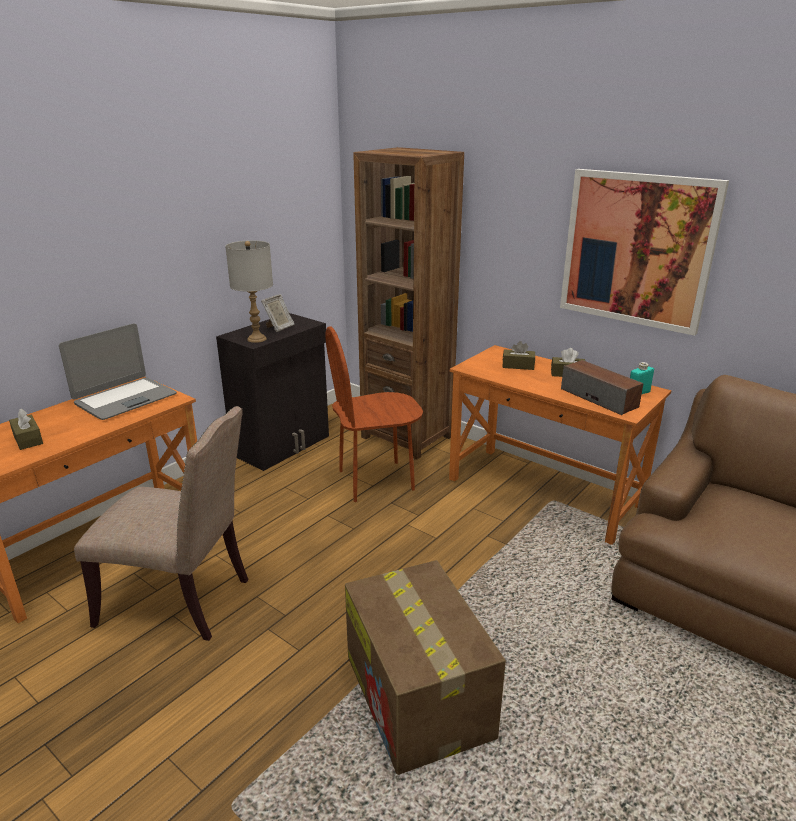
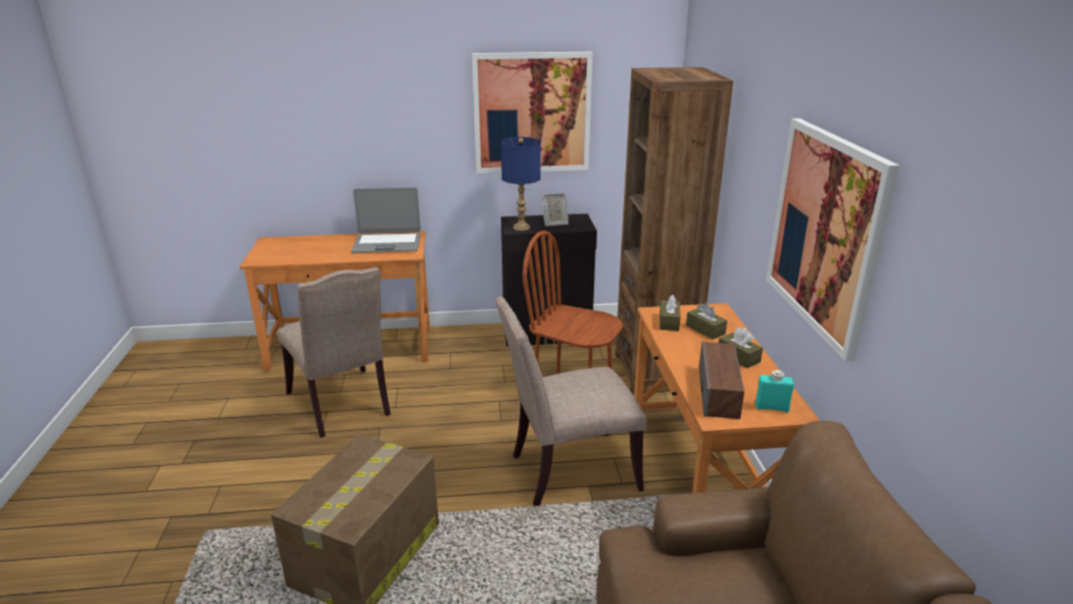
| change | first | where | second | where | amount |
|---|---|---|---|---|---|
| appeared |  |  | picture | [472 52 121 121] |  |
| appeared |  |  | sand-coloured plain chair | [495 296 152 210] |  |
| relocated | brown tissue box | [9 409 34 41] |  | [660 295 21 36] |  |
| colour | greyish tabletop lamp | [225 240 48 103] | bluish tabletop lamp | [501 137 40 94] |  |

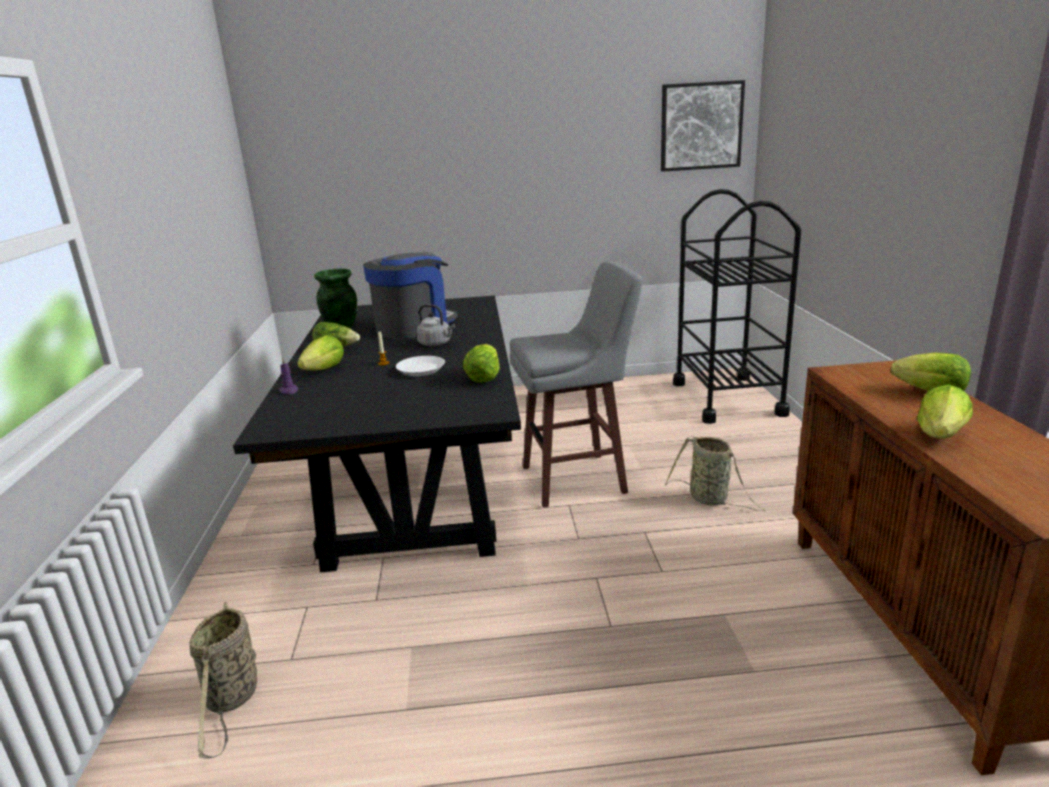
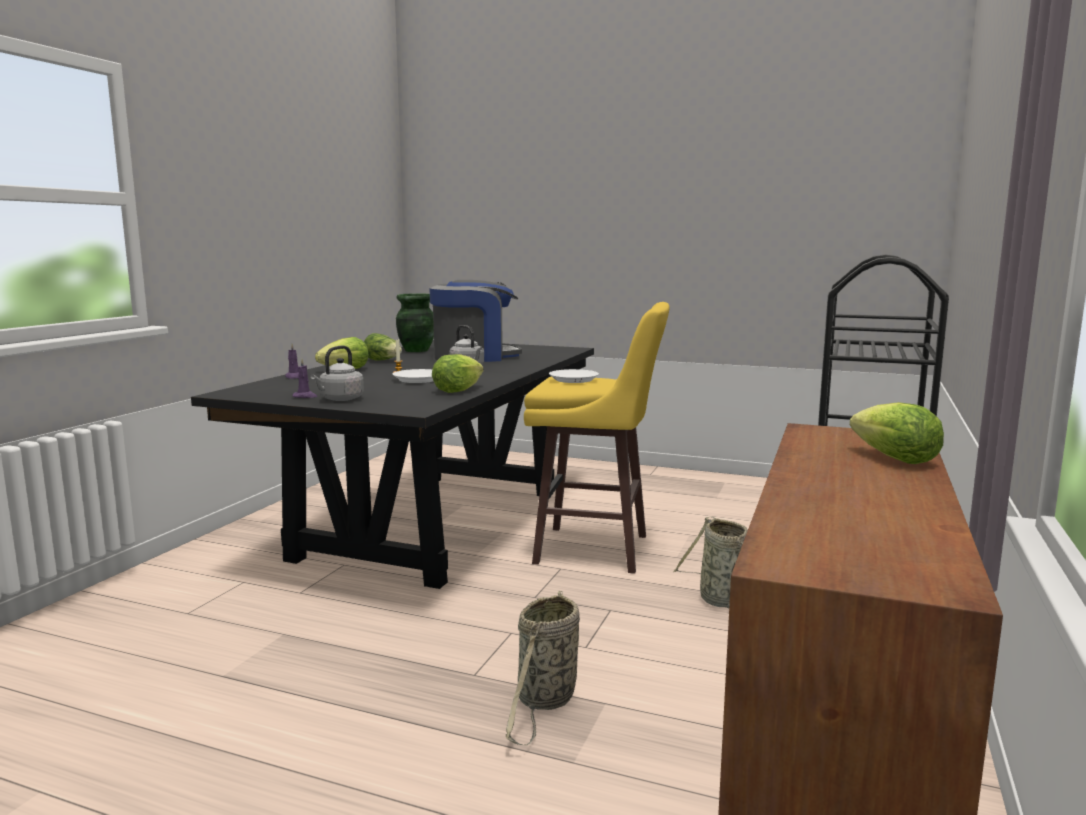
| change | first | where | second | where | amount |
|---|---|---|---|---|---|
| missing | picture | [661 80 84 92] |  |  |  |
| missing | head of lettuce | [918 385 55 54] |  |  |  |
| appeared |  |  | purple wax candle | [293 359 24 39] |  |
| appeared |  |  | greyish tea kettle | [311 345 53 56] |  |
| appeared |  |  | white flat dish | [549 369 50 14] |  |
| relocated | household basket | [190 602 67 157] |  | [506 591 74 155] |  |
| colour | greyish stool seat | [510 260 133 248] | yellowish stool seat | [524 302 145 272] |  |

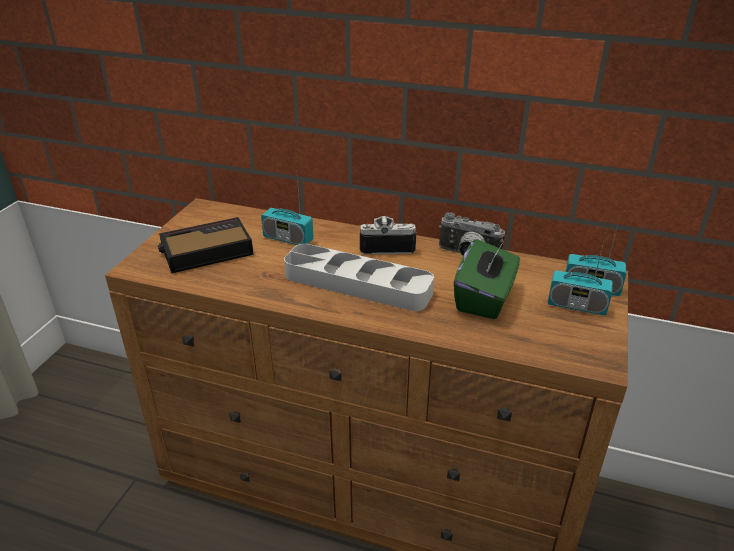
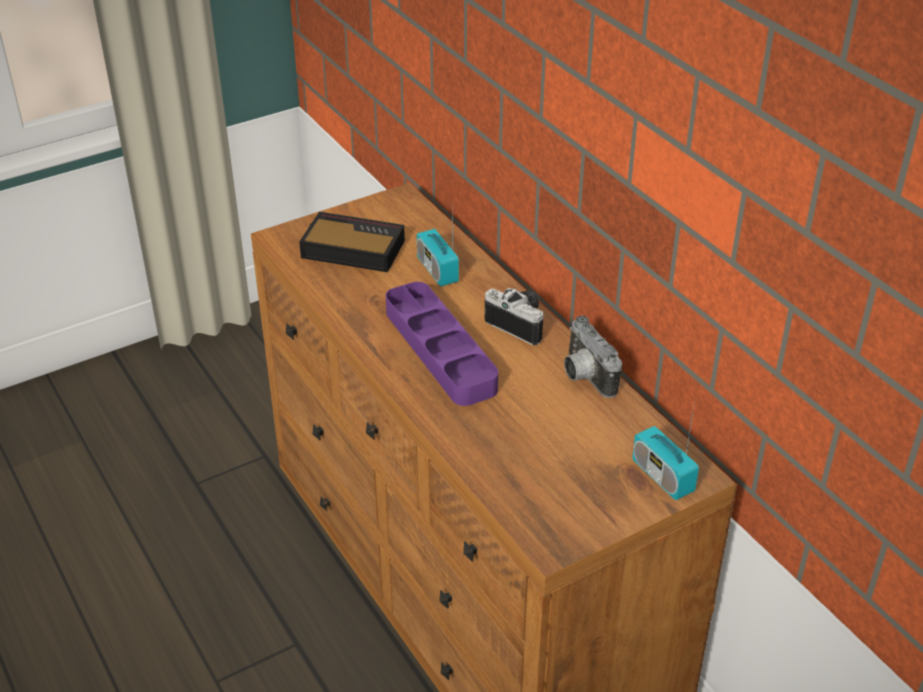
| change | first | where | second | where | amount |
|---|---|---|---|---|---|
| missing | green tissue box | [454 239 66 80] |  |  |  |
| missing | radio | [548 229 65 86] |  |  |  |
| colour | greyish carrying tray | [284 244 150 67] | purple carrying tray | [386 282 112 124] |  |

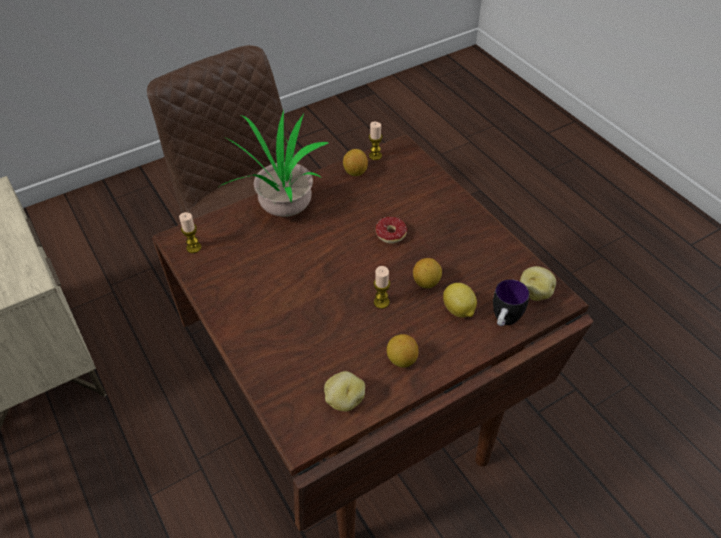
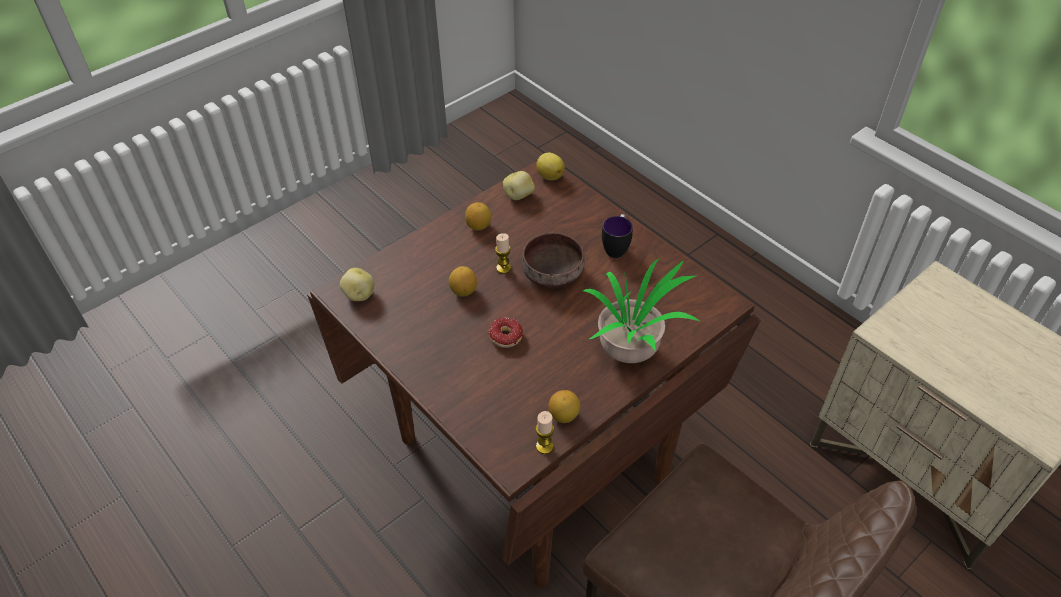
| change | first | where | second | where | amount |
|---|---|---|---|---|---|
| missing | wax candle | [179 212 22 41] |  |  |  |
| appeared |  |  | brown bowl | [522 233 63 55] |  |
| relocated | citrus fruit | [443 283 34 35] |  | [536 153 29 27] |  |
| relocated | mug | [493 279 37 47] |  | [602 214 31 44] |  |

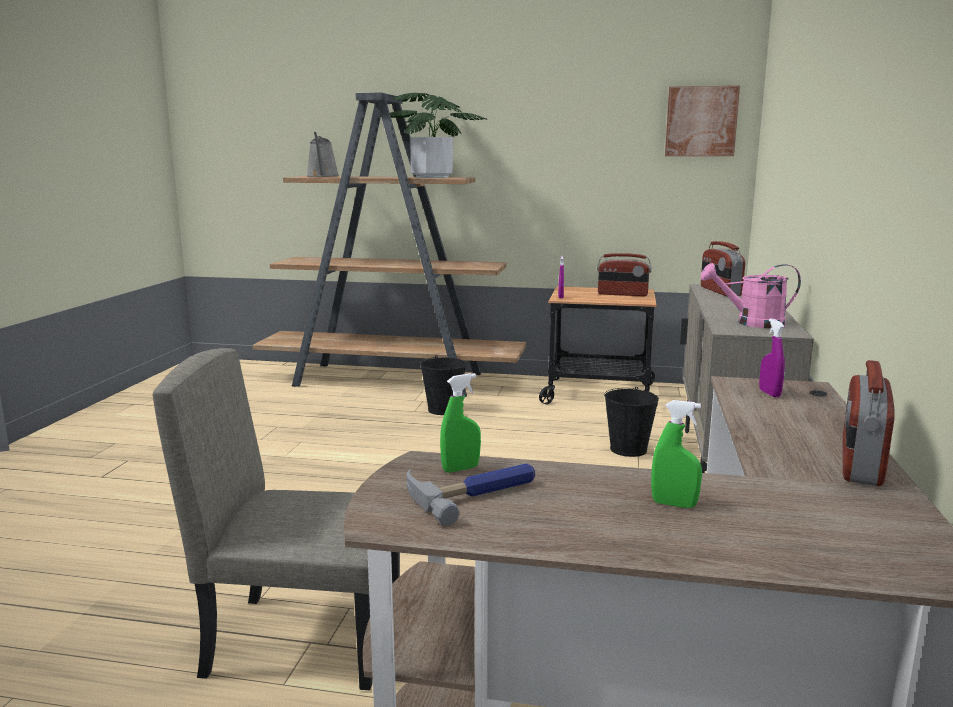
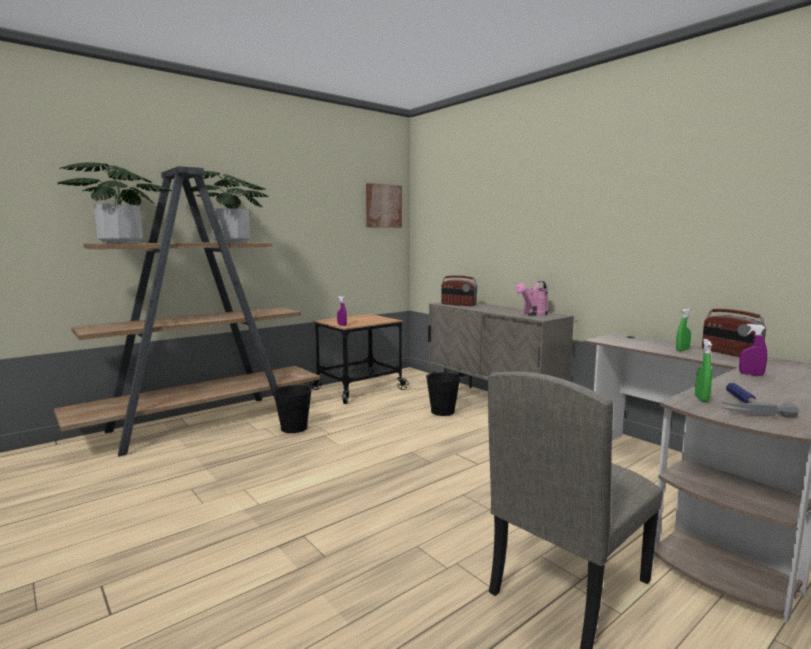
| change | first | where | second | where | amount |
|---|---|---|---|---|---|
| missing | radio | [597 253 54 43] |  |  |  |
| relocated | green sprayer | [651 400 51 108] |  | [676 308 16 43] |  |
| relocated | purple sprayer | [759 318 26 79] |  | [739 324 28 52] |  |
| exchanged | greyish watering pot | [307 132 32 45] | potted plant | [57 162 115 81] |  |

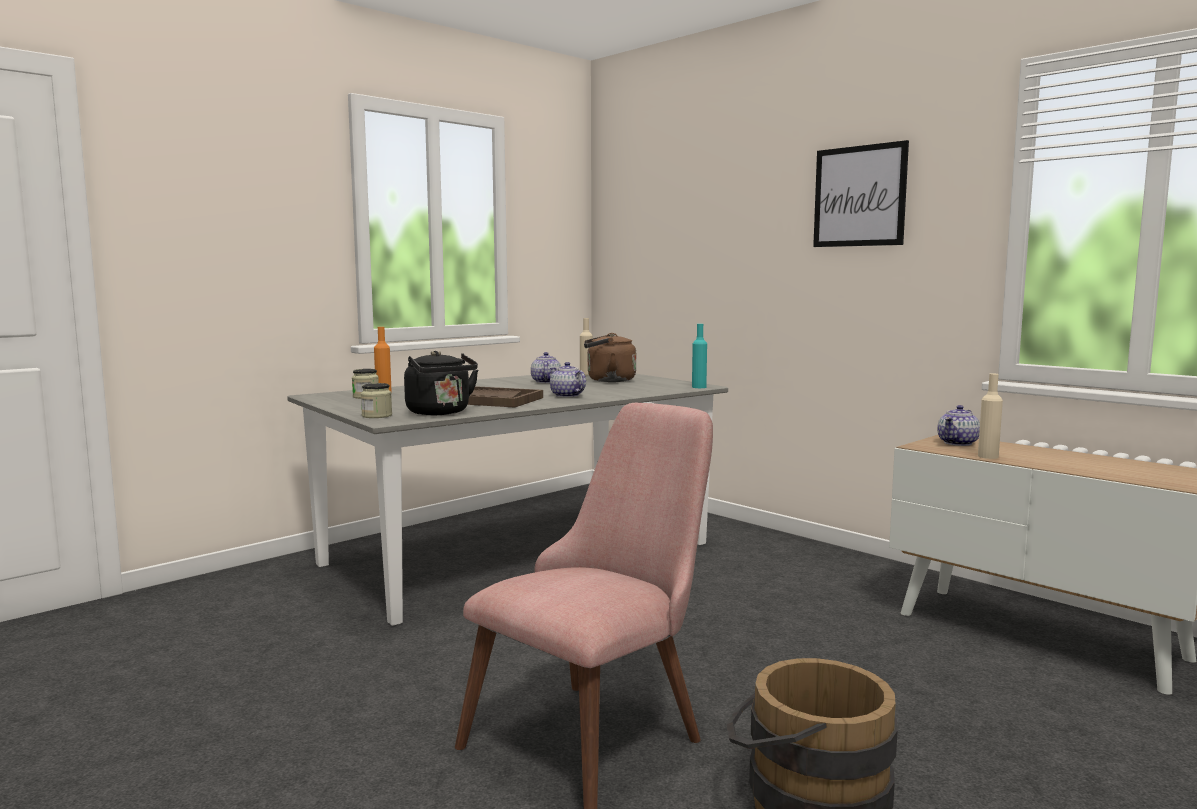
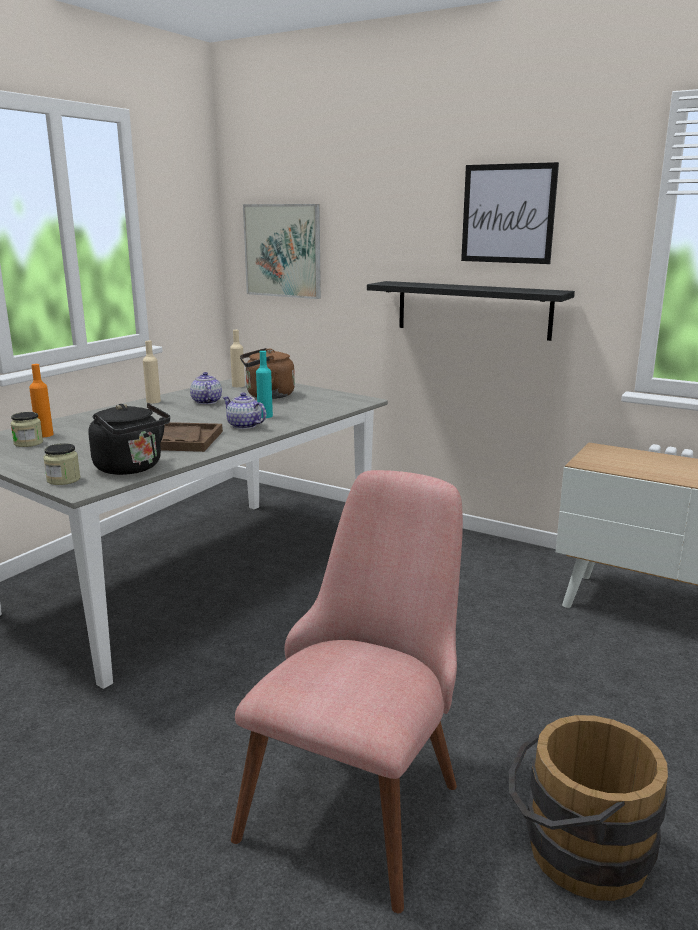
| change | first | where | second | where | amount |
|---|---|---|---|---|---|
| missing | teapot | [937 405 43 41] |  |  |  |
| appeared |  |  | picture | [243 204 78 95] |  |
| appeared |  |  | black-coloured wall shelf | [367 281 208 60] |  |
| relocated | turquoise beverage bottle | [692 324 15 64] |  | [256 351 17 67] |  |
| relocated | sand-coloured beverage bottle | [978 373 25 86] |  | [143 341 18 62] |  |

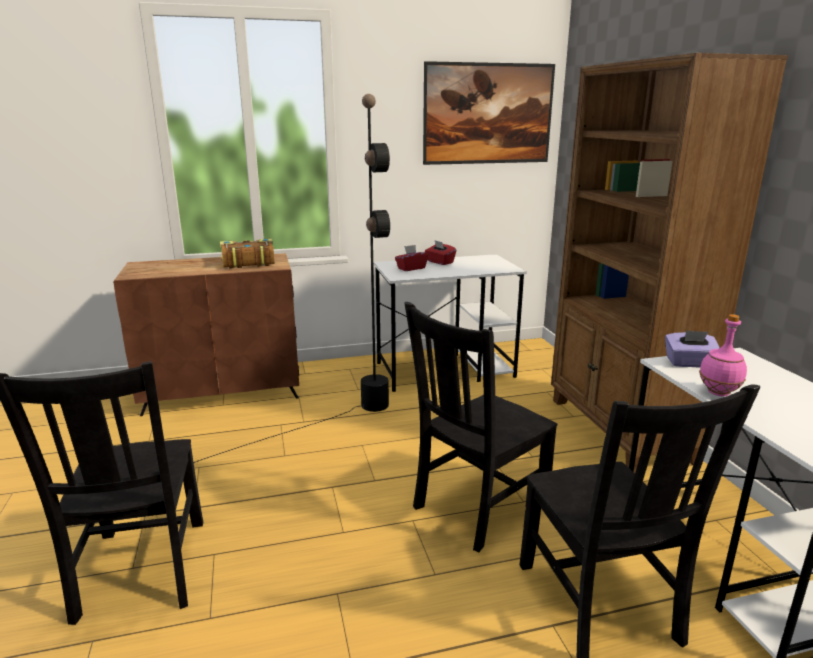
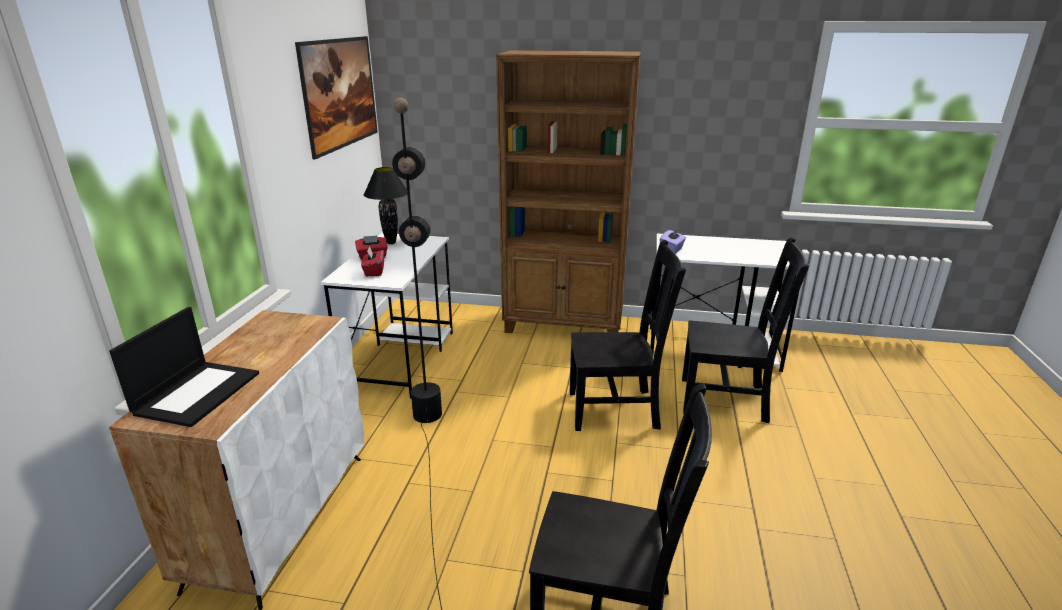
| change | first | where | second | where | amount |
|---|---|---|---|---|---|
| missing | book | [220 238 55 31] |  |  |  |
| missing | pinkish beverage bottle | [699 314 48 82] |  |  |  |
| appeared |  |  | notebook computer | [109 307 150 120] |  |
| appeared |  |  | black-coloured tabletop lamp | [364 167 43 77] |  |
| colour | brown cabinet | [113 253 186 163] | white cabinet | [109 310 255 300] |  |
| spun | black-coloured plain chair | [404 302 153 250] |  | [570 240 116 191] | 75 degrees counterclockwise |

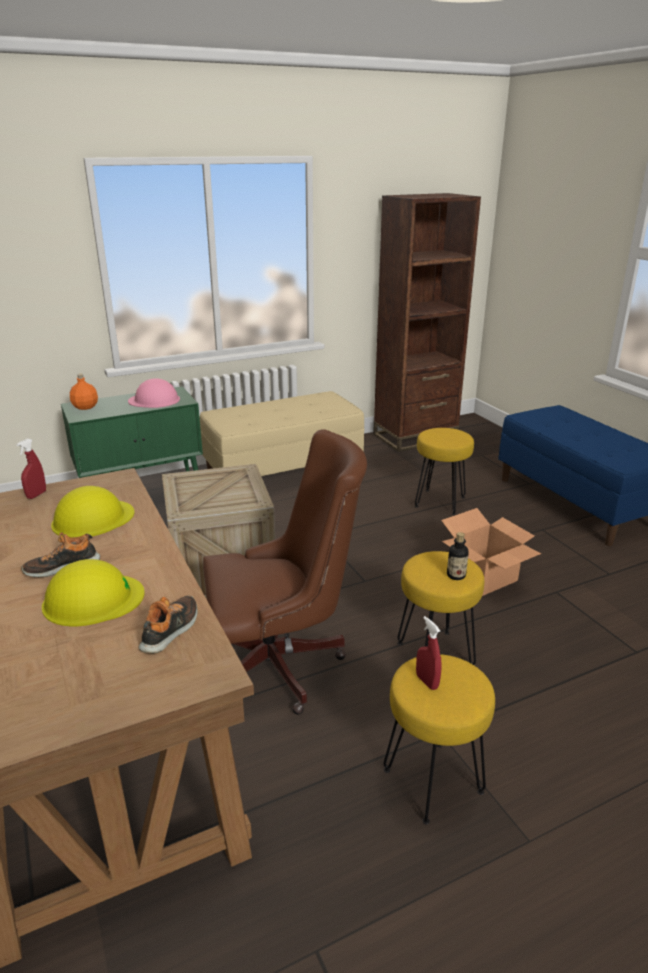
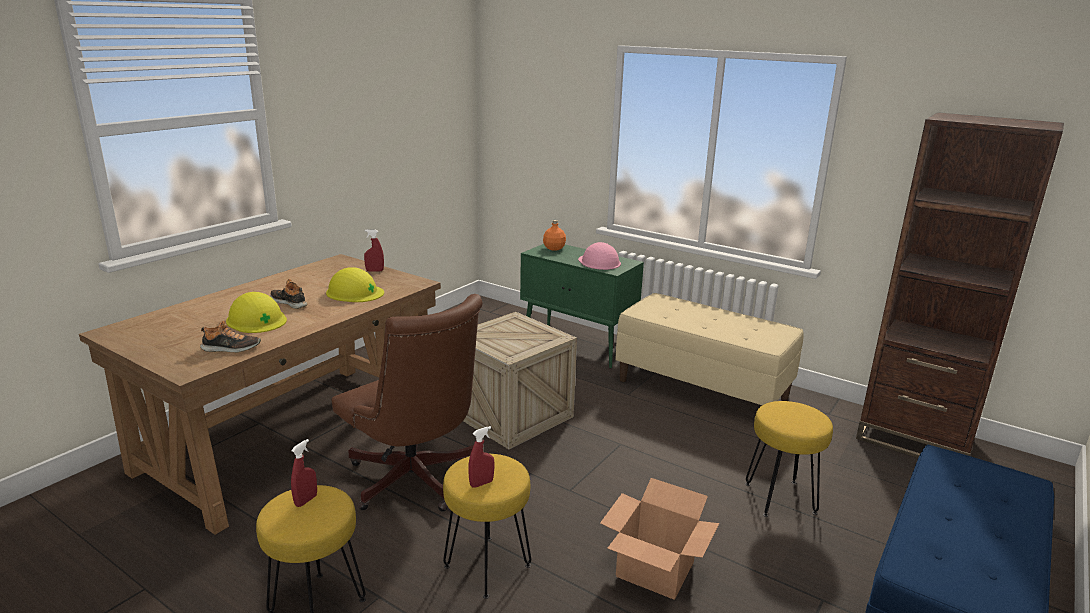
| change | first | where | second | where | amount |
|---|---|---|---|---|---|
| exchanged | beverage bottle | [447 532 22 48] | red sprayer | [468 426 27 62] |  |

